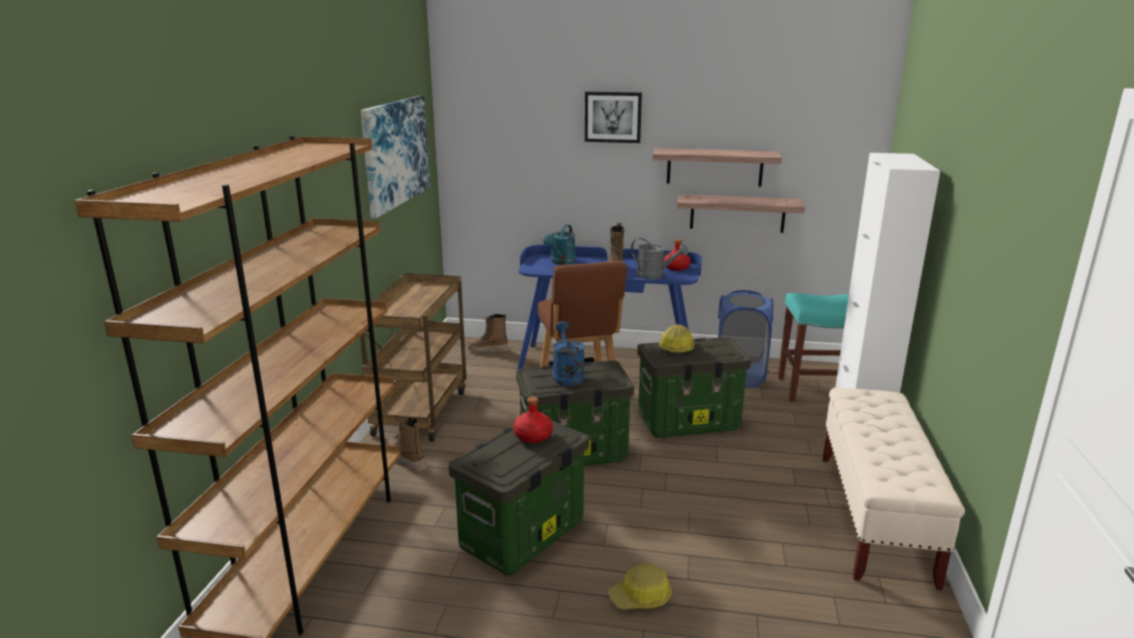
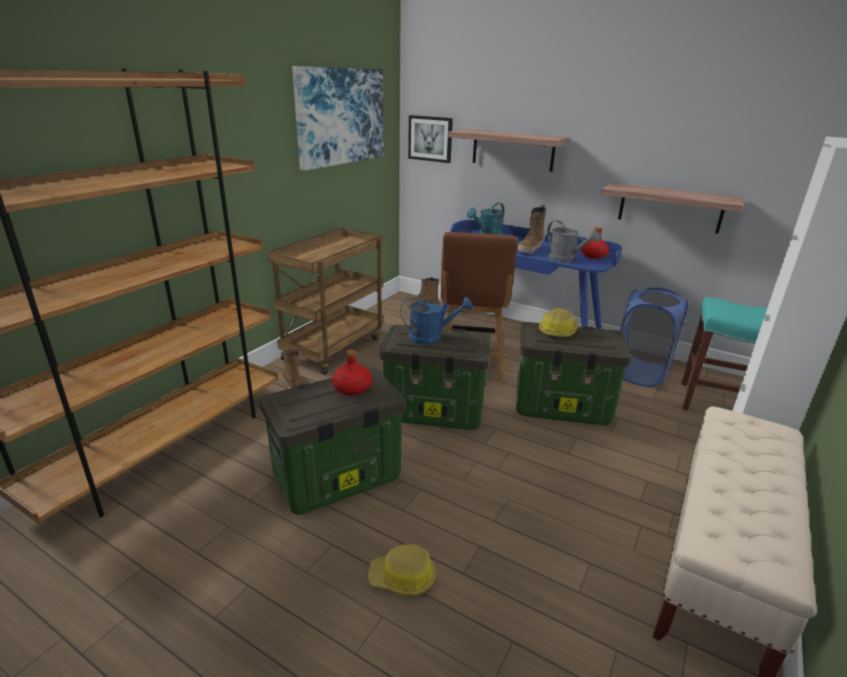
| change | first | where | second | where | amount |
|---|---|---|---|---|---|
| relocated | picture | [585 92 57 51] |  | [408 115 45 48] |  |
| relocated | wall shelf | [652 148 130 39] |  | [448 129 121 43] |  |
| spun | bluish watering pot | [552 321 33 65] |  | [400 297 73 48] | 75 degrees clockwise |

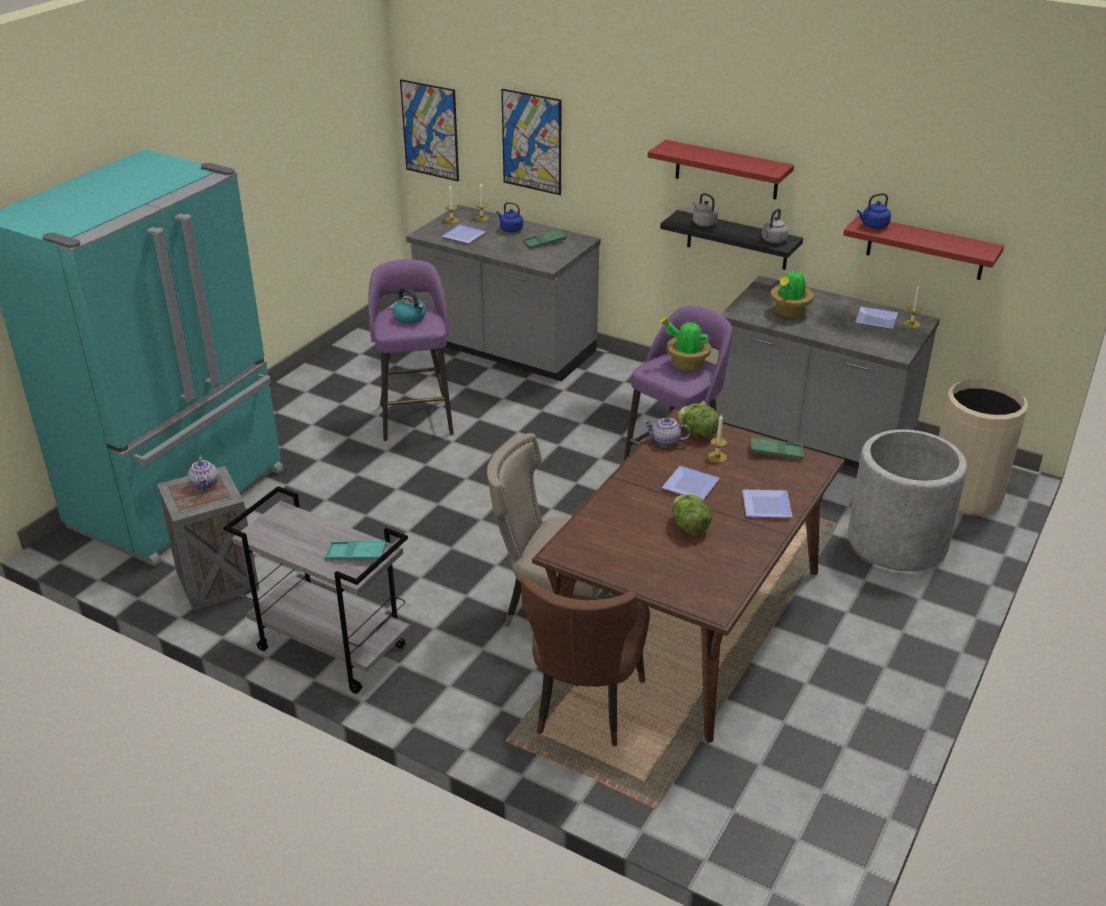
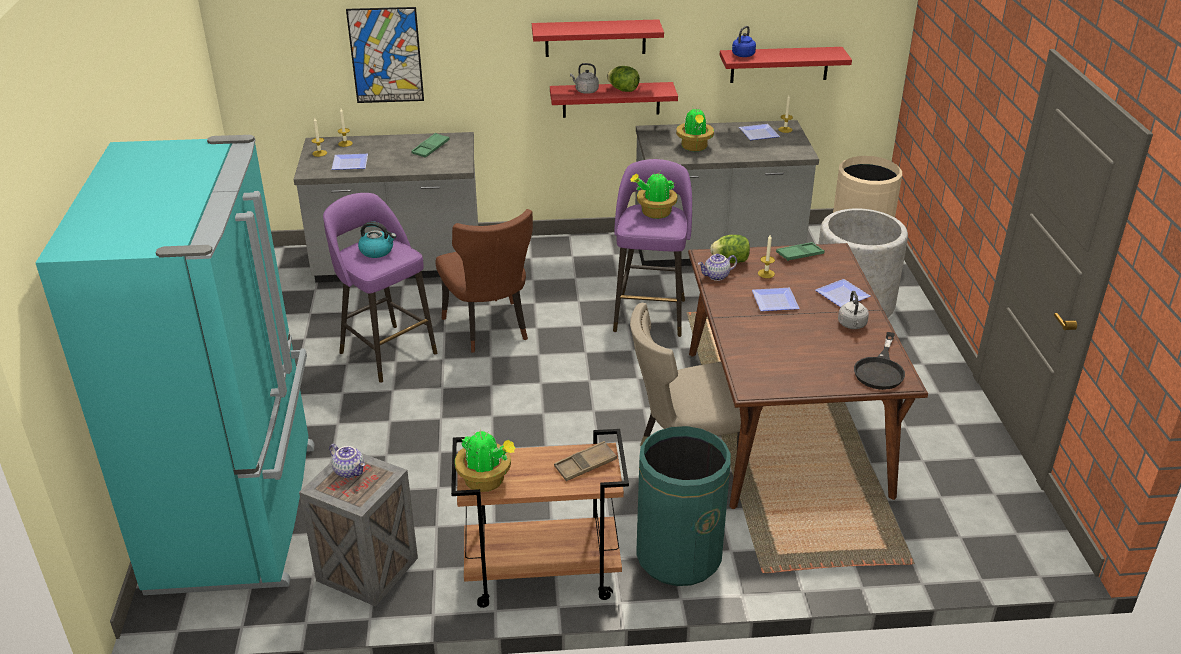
| change | first | where | second | where | amount |
|---|---|---|---|---|---|
| missing | picture | [400 79 59 102] |  |  |  |
| missing | bluish tea kettle | [496 202 27 30] |  |  |  |
| appeared |  |  | potted plant | [455 430 61 62] |  |
| appeared |  |  | green waste bin | [636 426 95 160] |  |
| appeared |  |  | black-coloured skillet | [854 332 51 58] |  |
| relocated | brown plain chair | [521 577 129 169] |  | [435 209 98 143] |  |
| relocated | head of lettuce | [672 494 40 41] |  | [607 66 33 26] |  |
| relocated | greyish tea kettle | [762 209 26 34] |  | [838 291 31 38] |  |
| colour | greyish cart | [224 486 186 208] | brown cart | [451 429 178 179] |  |
| colour | turquoise carrying tray | [324 540 62 20] | brown carrying tray | [554 441 63 40] |  |
| colour | black-coloured wall shelf | [660 210 143 60] | red wall shelf | [550 82 128 36] |  |

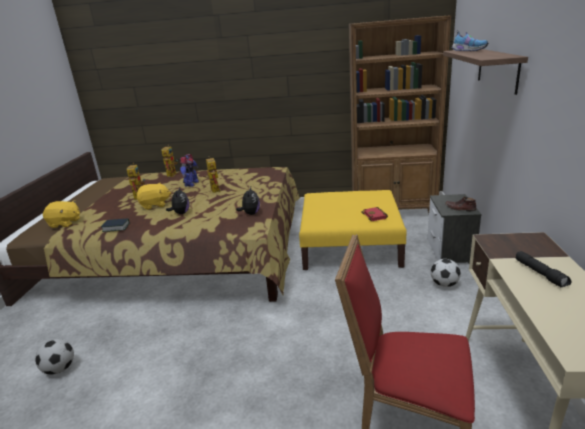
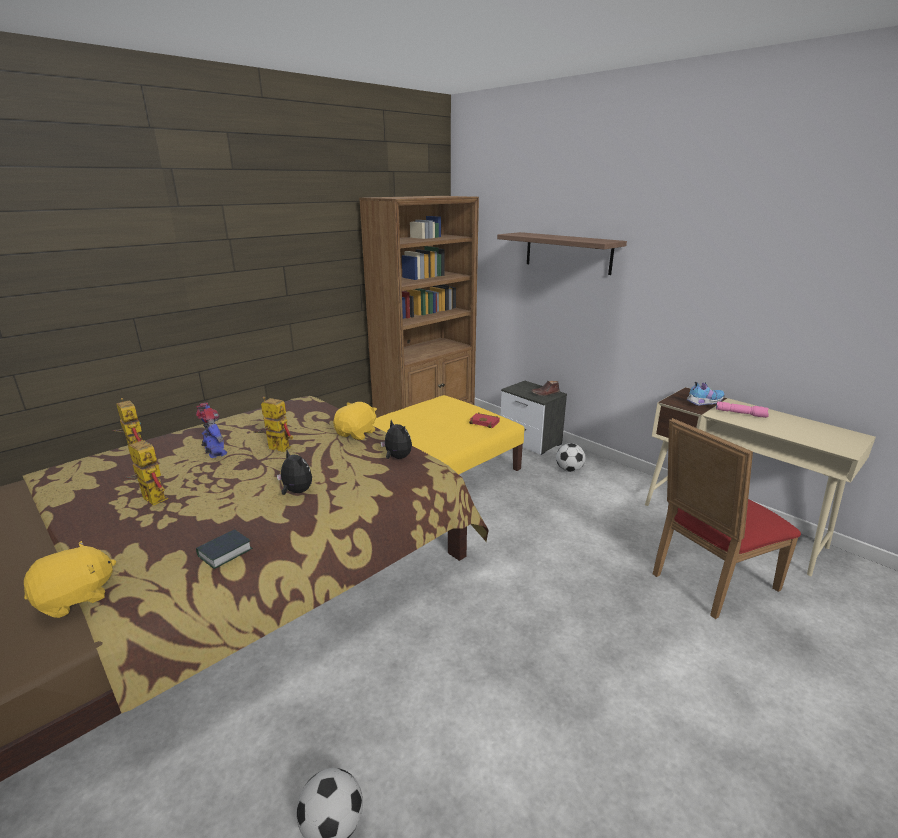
| change | first | where | second | where | amount |
|---|---|---|---|---|---|
| relocated | yellowish plush toy | [137 183 34 27] |  | [333 402 44 38] |  |
| relocated | shoe | [452 31 36 20] |  | [687 382 37 24] |  |
| colour | black-coloured flashlight | [516 251 56 37] | pinkish flashlight | [716 402 53 16] |  |

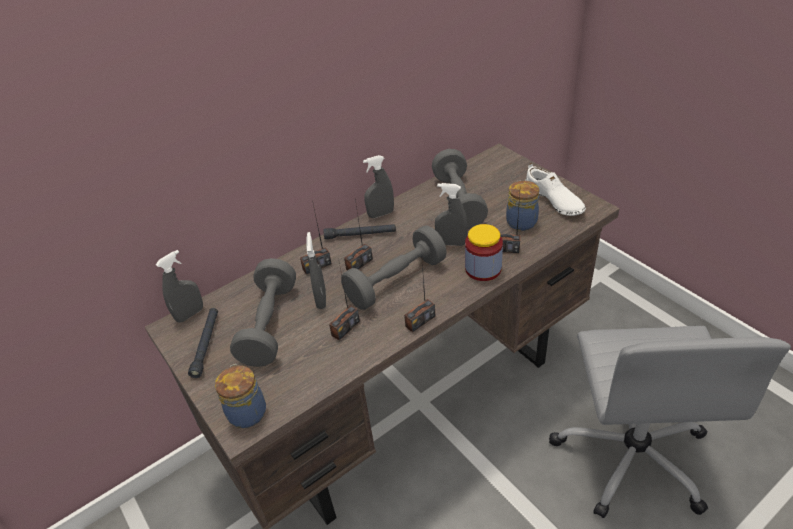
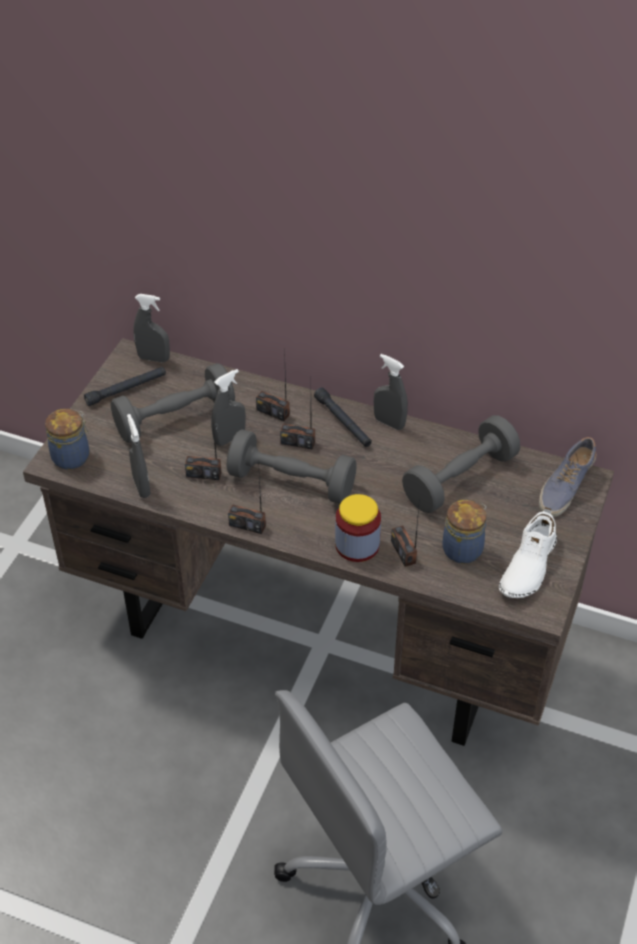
| change | first | where | second | where | amount |
|---|---|---|---|---|---|
| appeared |  |  | shoe | [539 437 57 80] |  |
| relocated | greyish sprayer | [435 183 32 63] |  | [127 414 24 84] |  |

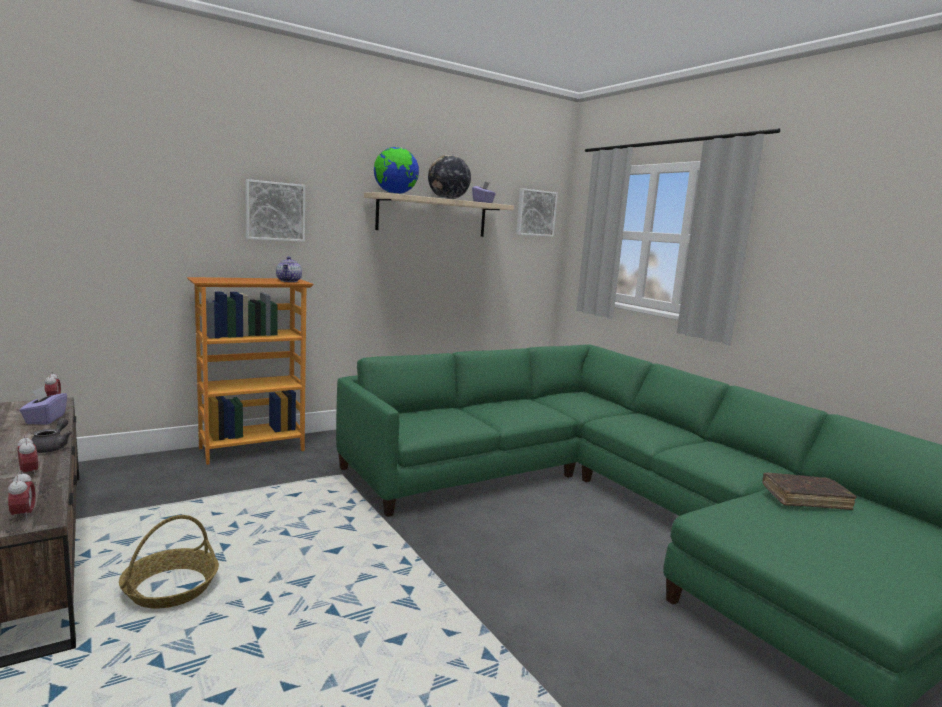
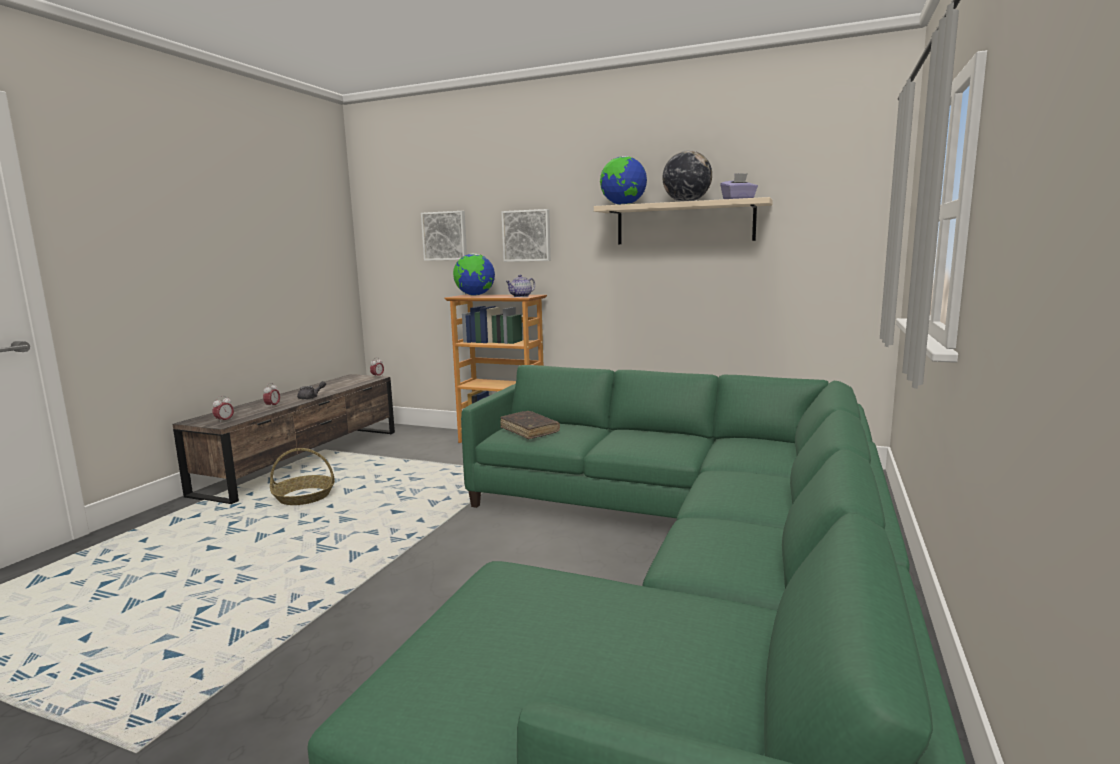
| change | first | where | second | where | amount |
|---|---|---|---|---|---|
| missing | purple tissue box | [19 386 48 38] |  |  |  |
| appeared |  |  | globe | [453 253 42 43] |  |
| relocated | picture | [516 188 42 49] |  | [421 211 46 50] |  |
| relocated | brown book | [762 472 95 38] |  | [500 411 60 28] |  |

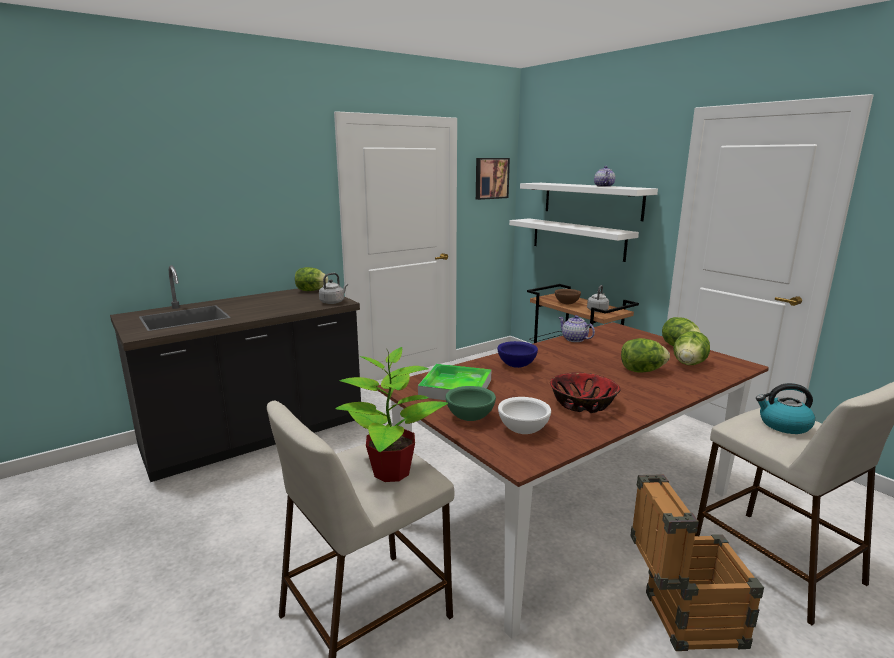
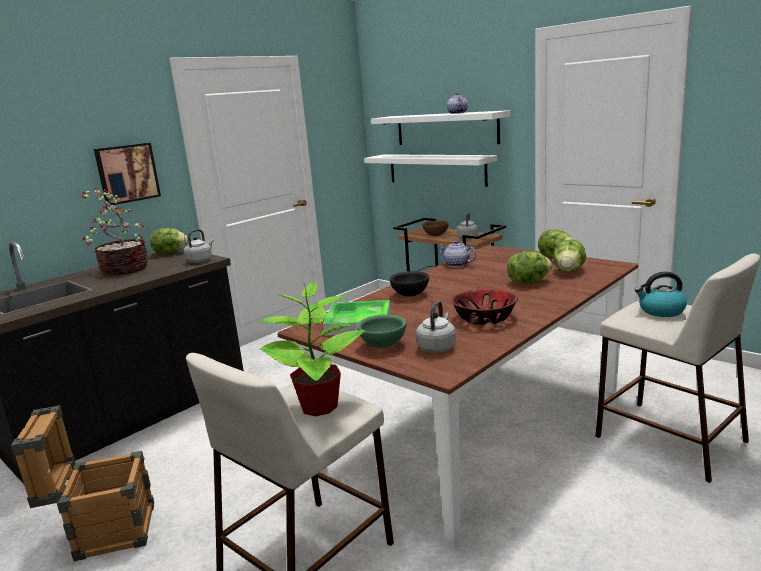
| change | first | where | second | where | amount |
|---|---|---|---|---|---|
| appeared |  |  | potted plant | [81 187 67 88] |  |
| relocated | picture | [476 158 34 42] |  | [94 143 67 63] |  |
| relocated | shipping crate | [630 474 134 177] |  | [11 406 143 155] |  |
| exchanged | white bowl | [498 397 53 37] | greyish tea kettle | [416 301 40 52] |  |
| colour | bluish bowl | [497 341 41 27] | black-coloured bowl | [389 271 40 26] |  |

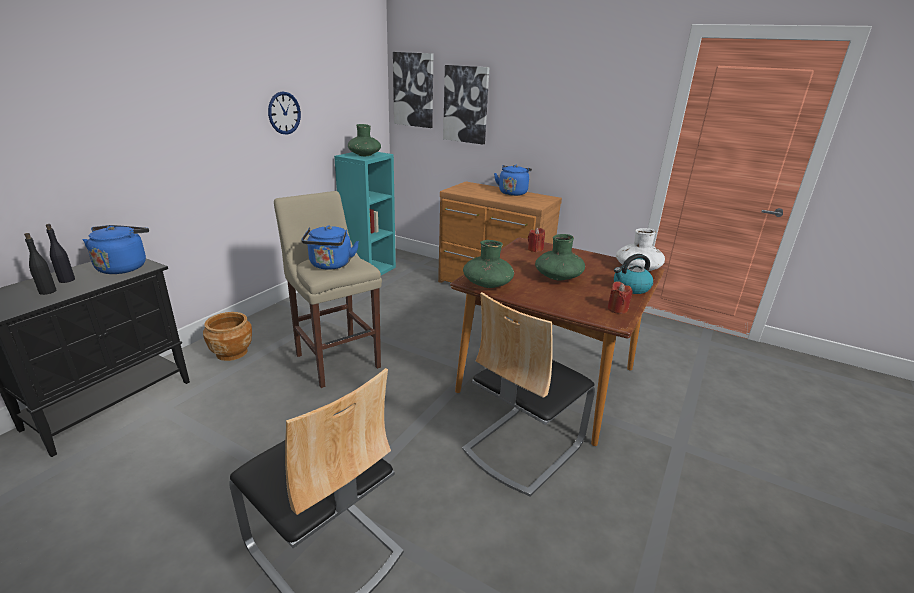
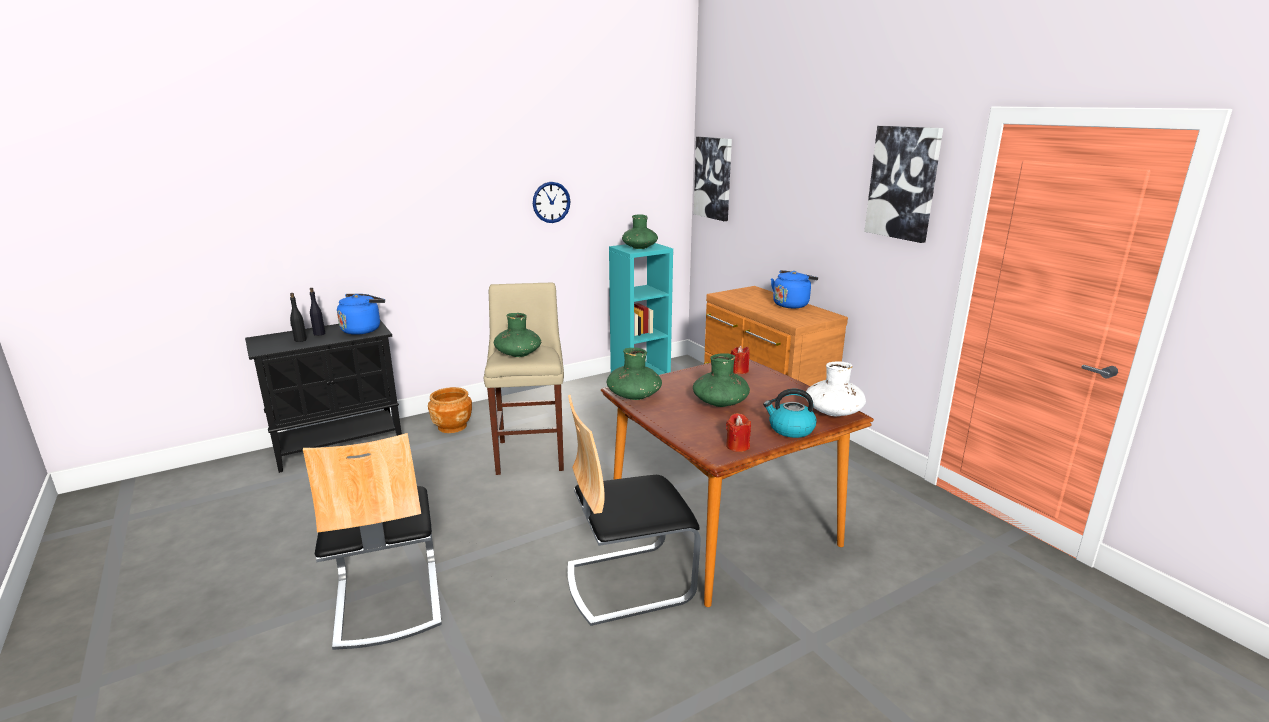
| change | first | where | second | where | amount |
|---|---|---|---|---|---|
| relocated | picture | [443 65 47 79] |  | [864 126 79 117] |  |
| exchanged | bluish tea kettle | [301 225 58 45] | green flower vase | [494 313 47 44] |  |

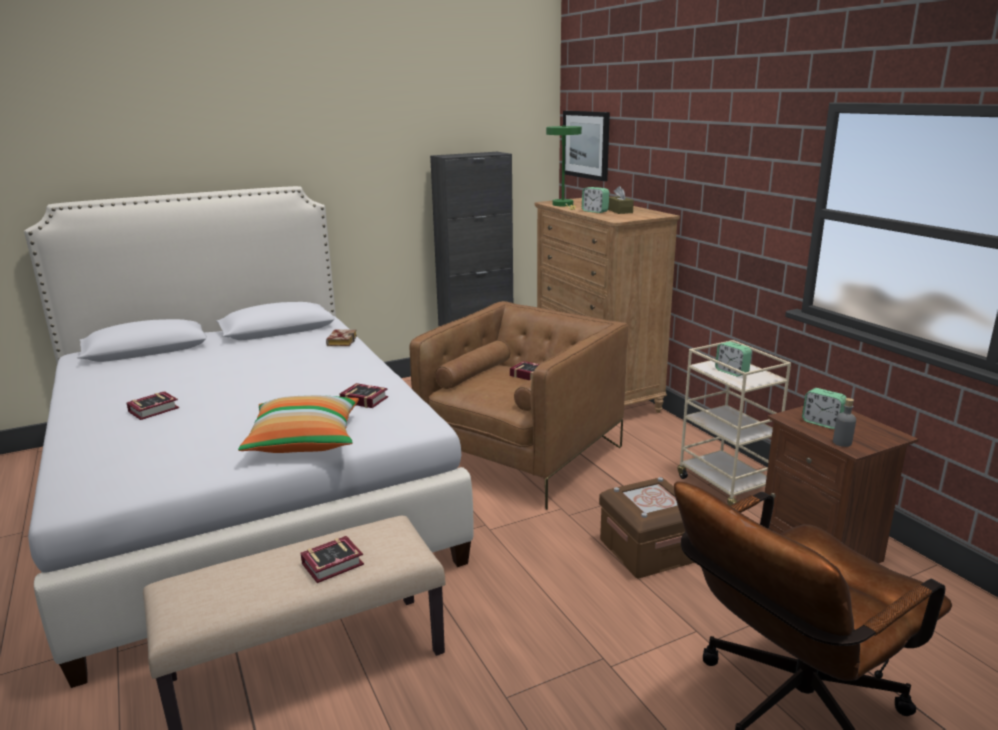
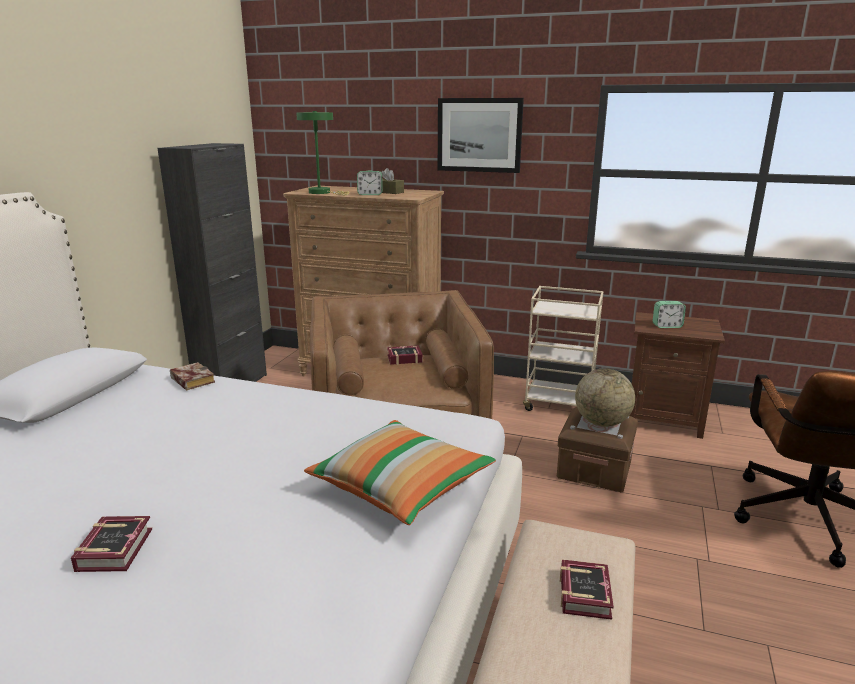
| change | first | where | second | where | amount |
|---|---|---|---|---|---|
| missing | book | [340 383 48 25] |  |  |  |
| missing | alarm clock | [715 341 37 35] |  |  |  |
| missing | greyish beverage bottle | [833 398 23 49] |  |  |  |
| appeared |  |  | globe | [575 368 60 59] |  |
| relocated | picture | [563 111 47 70] |  | [438 98 86 75] |  |

